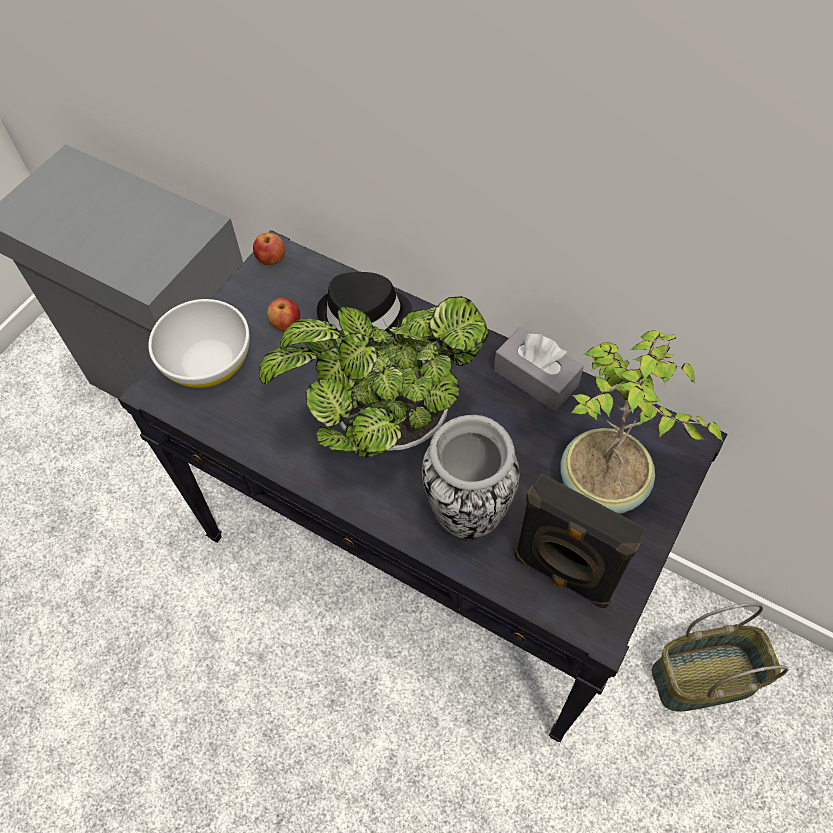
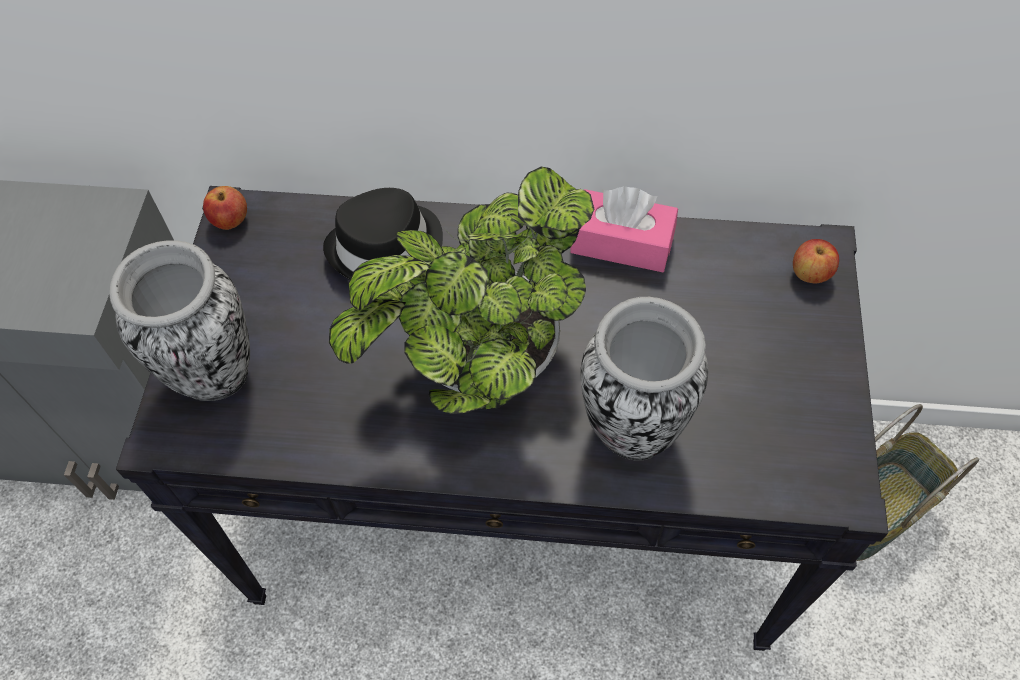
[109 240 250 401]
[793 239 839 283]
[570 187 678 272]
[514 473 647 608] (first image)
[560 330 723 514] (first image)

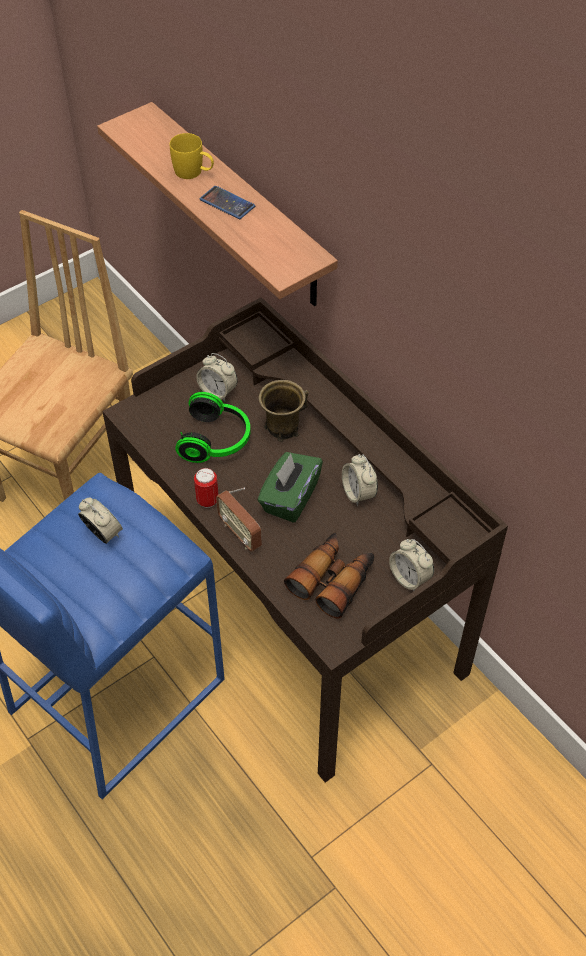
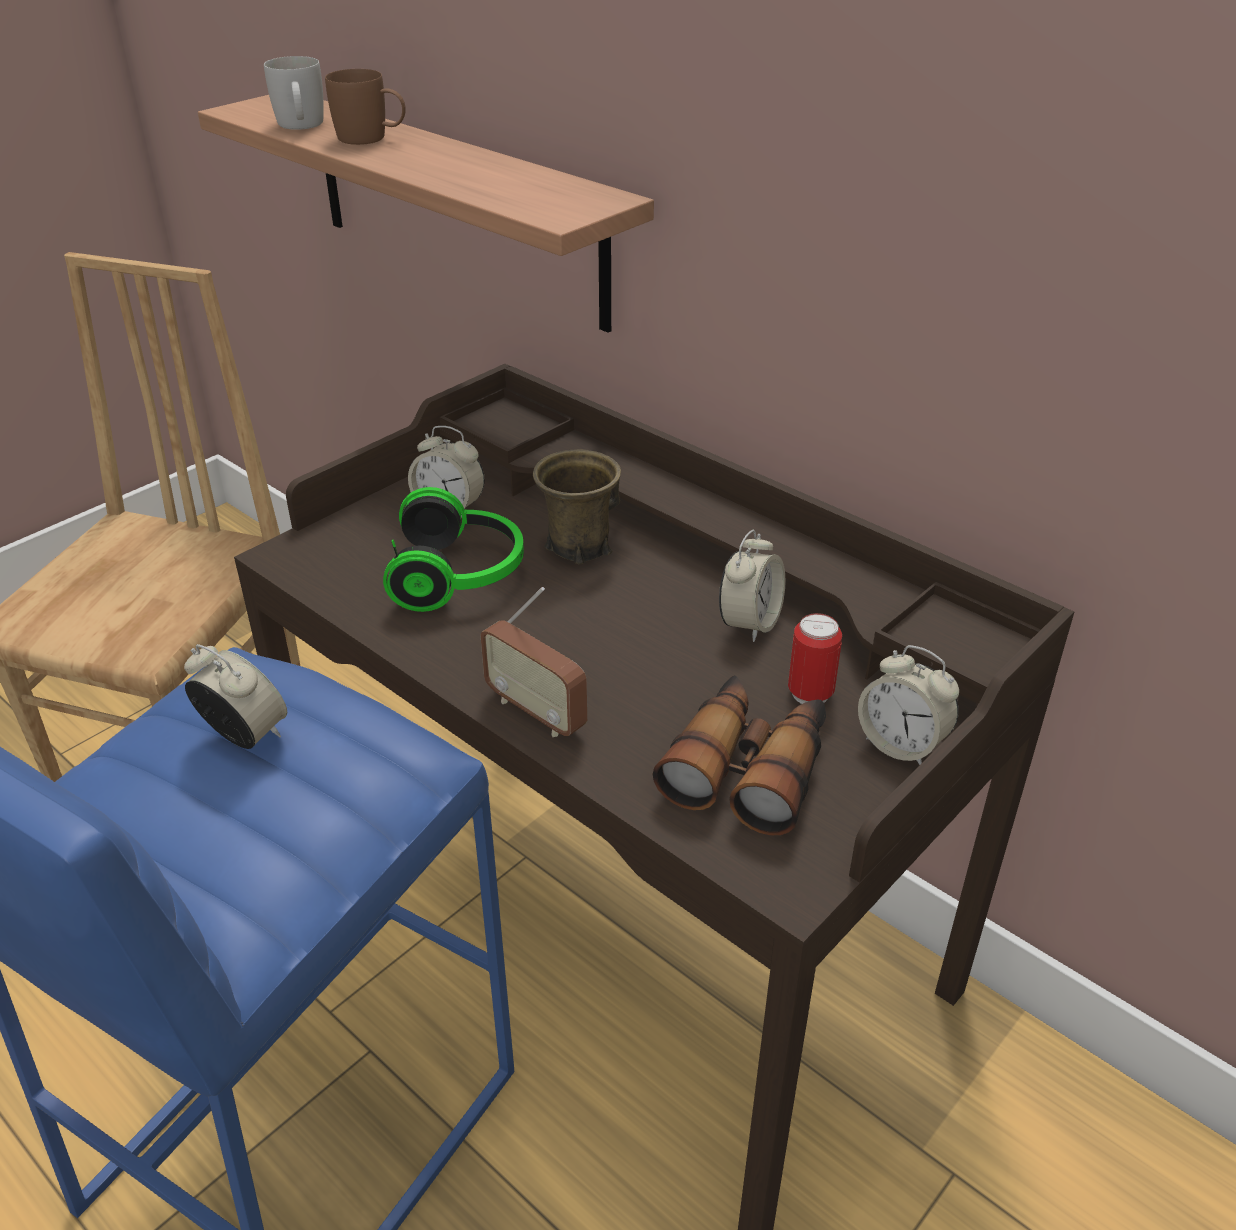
[325 69 406 145]
[788 613 842 704]
[200 186 255 219] (first image)
[257 452 323 523] (first image)
[719 530 785 642]
[264 56 324 130]

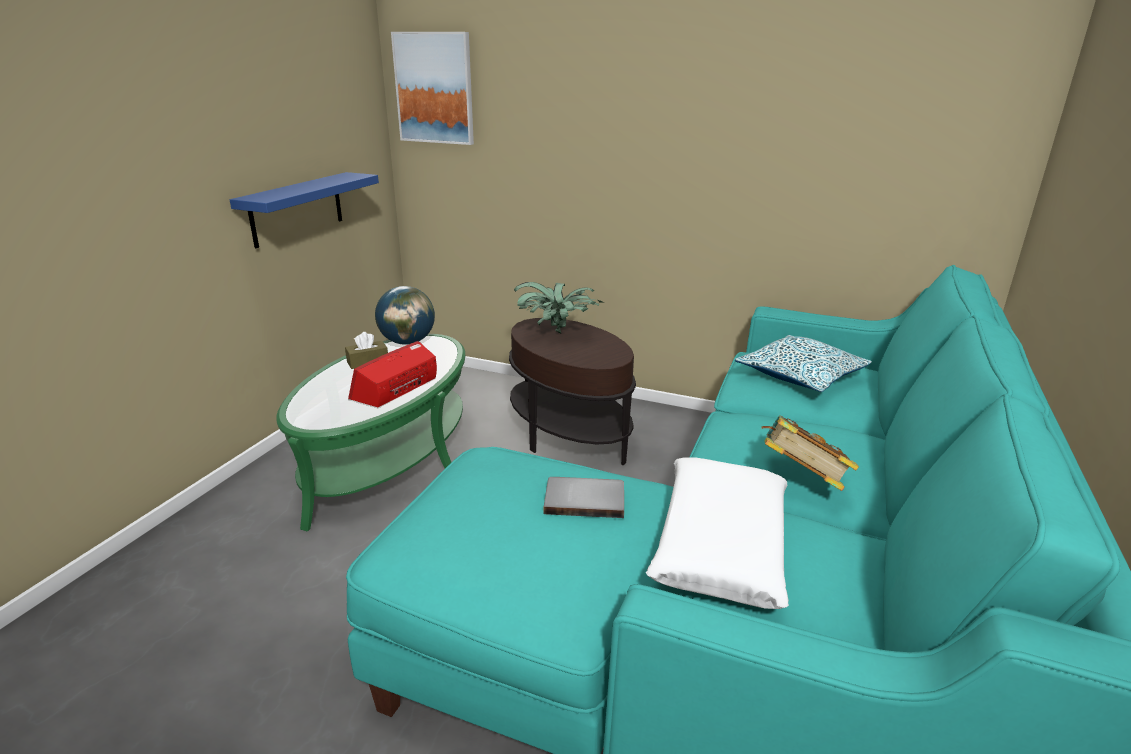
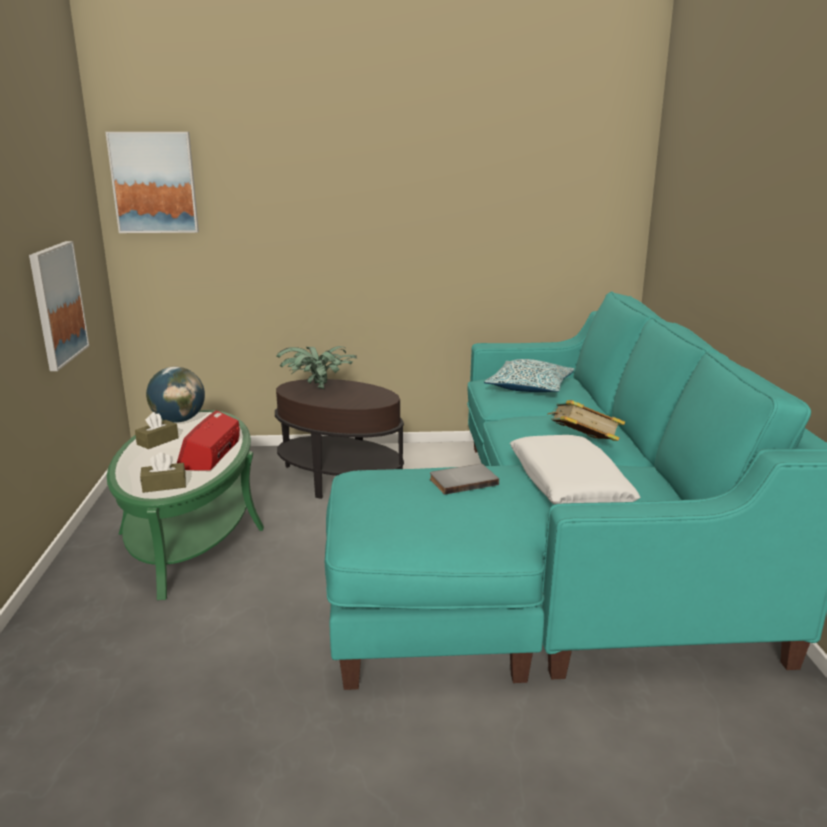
[29 241 89 371]
[140 452 186 493]

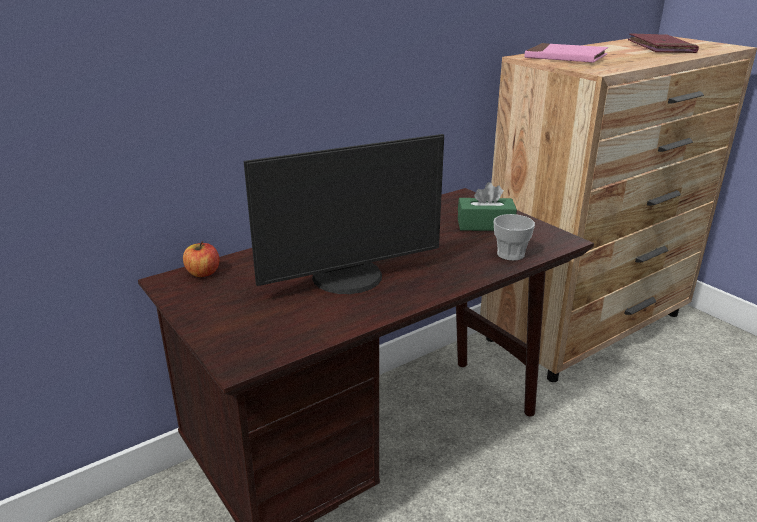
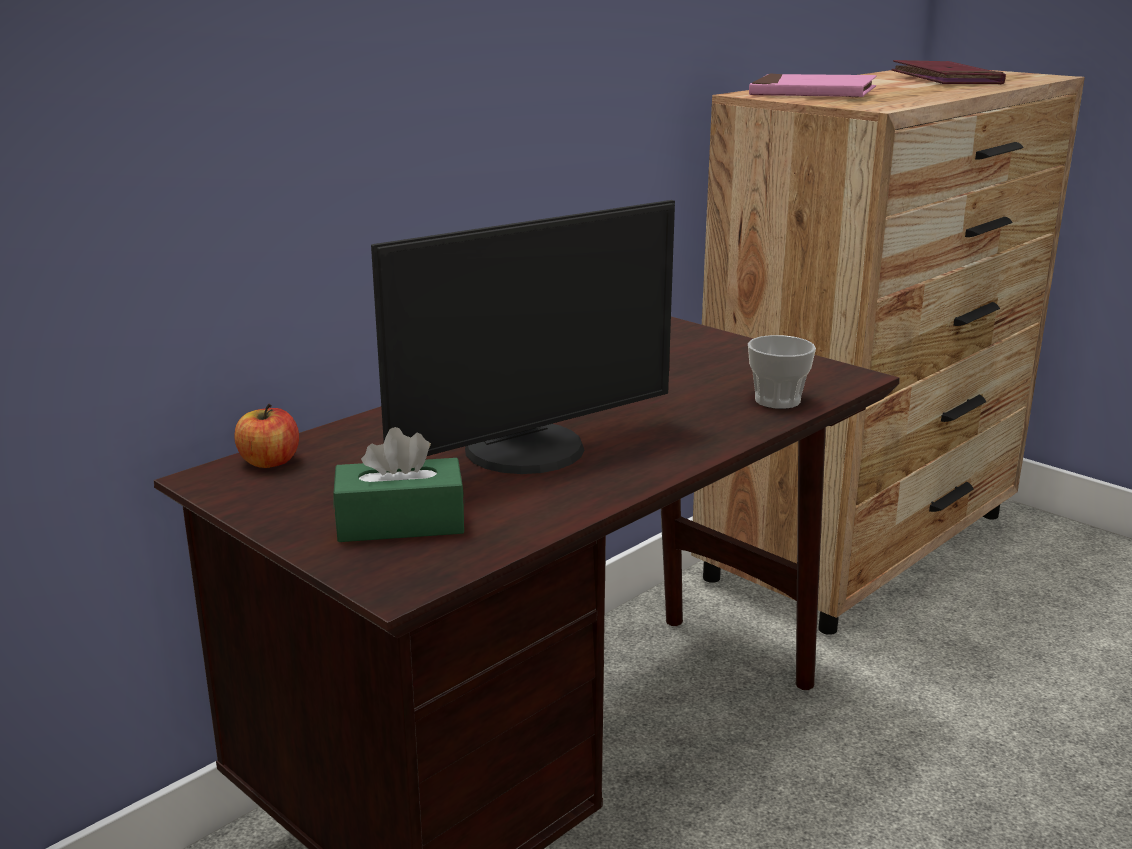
[333 427 465 542]

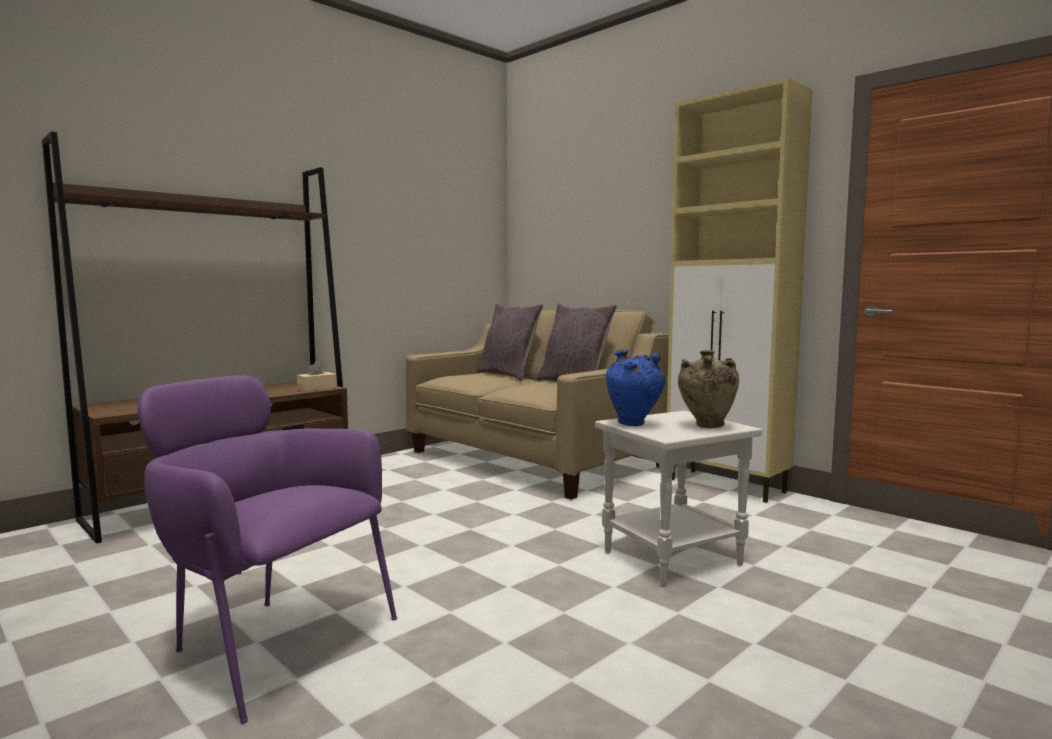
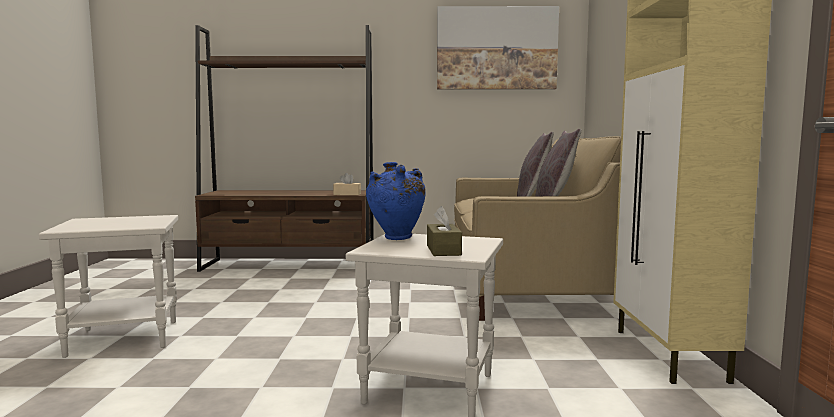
[39 215 178 358]
[427 206 462 256]
[437 6 559 90]

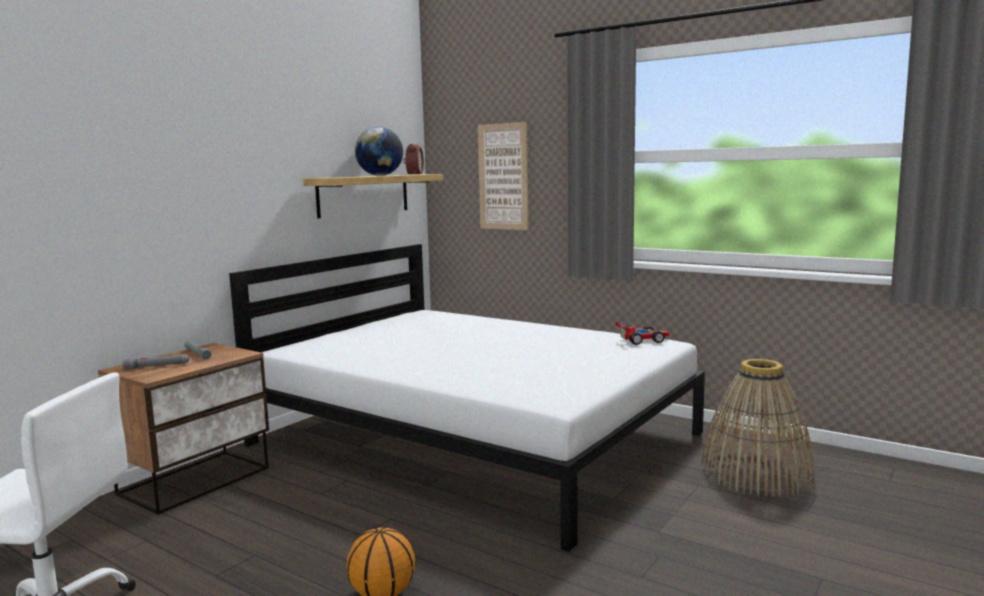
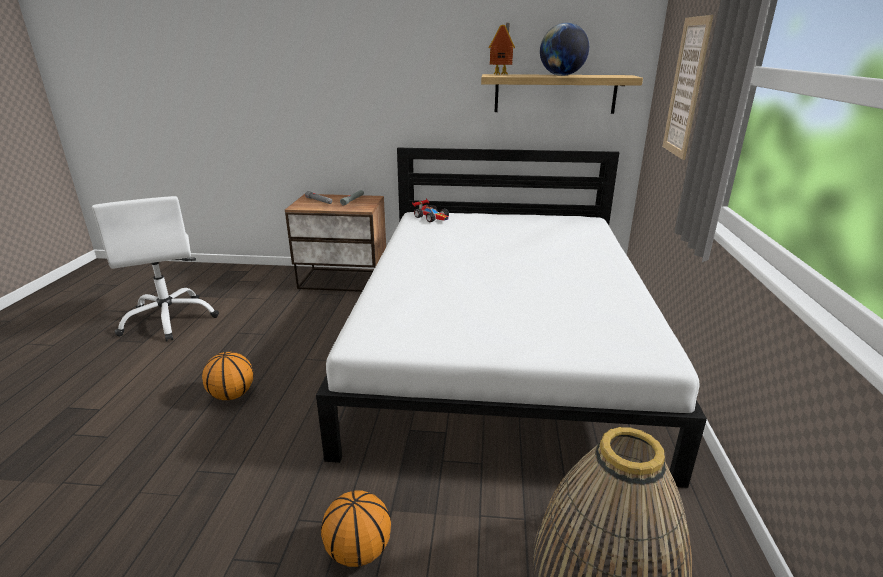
[403 144 424 174] (first image)
[412 198 449 222]
[321 491 391 567]
[489 23 515 75]

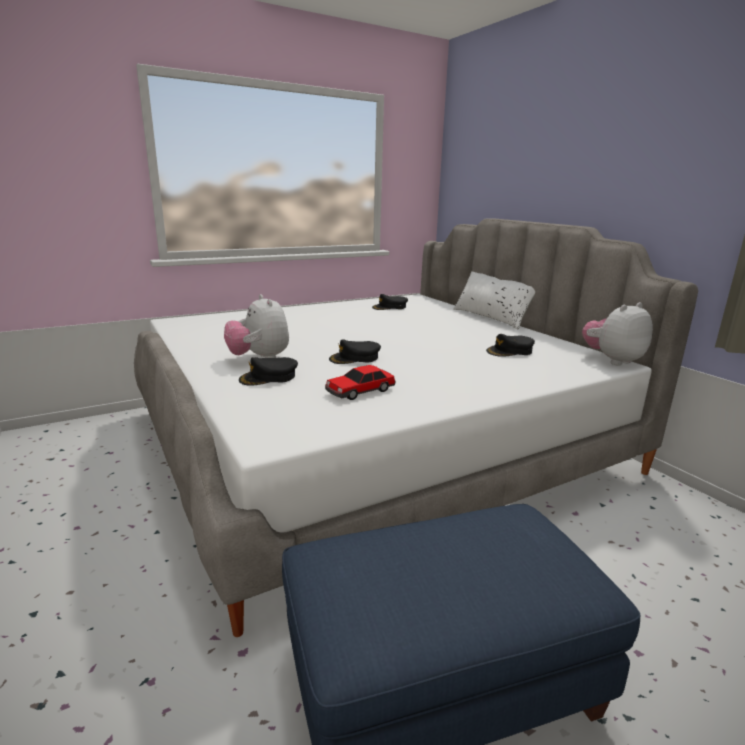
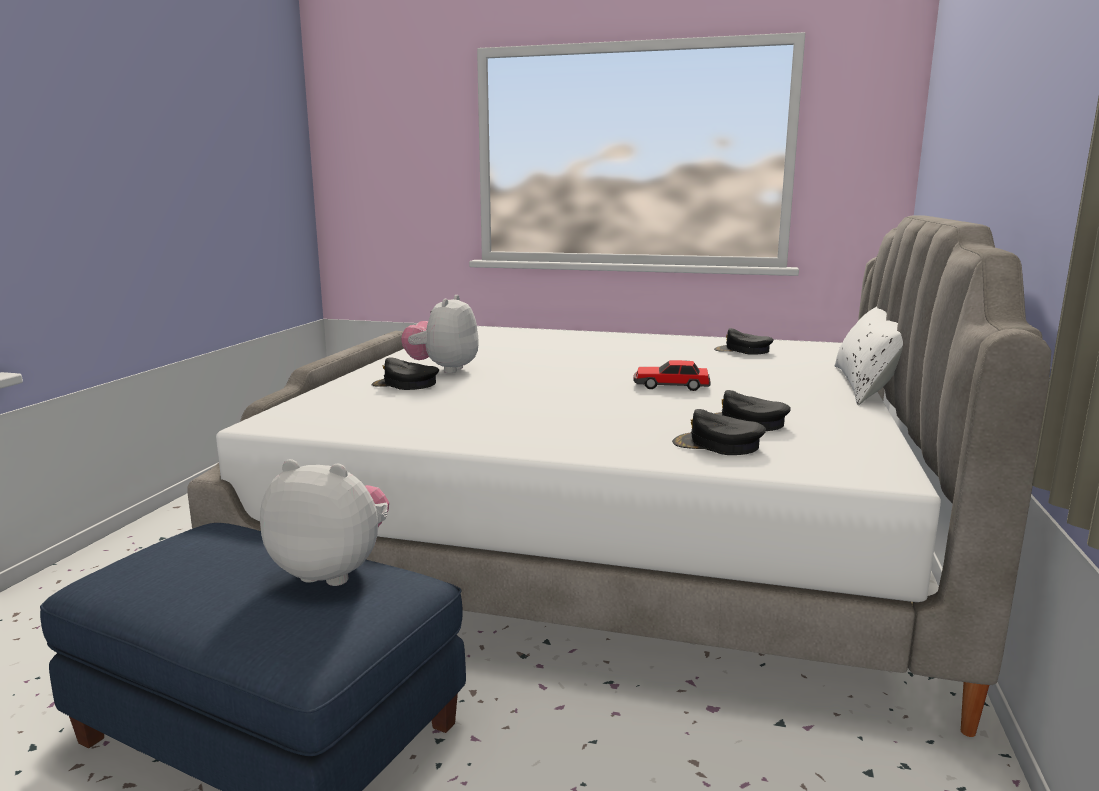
[633 360 711 391]
[672 409 766 455]
[260 459 389 586]

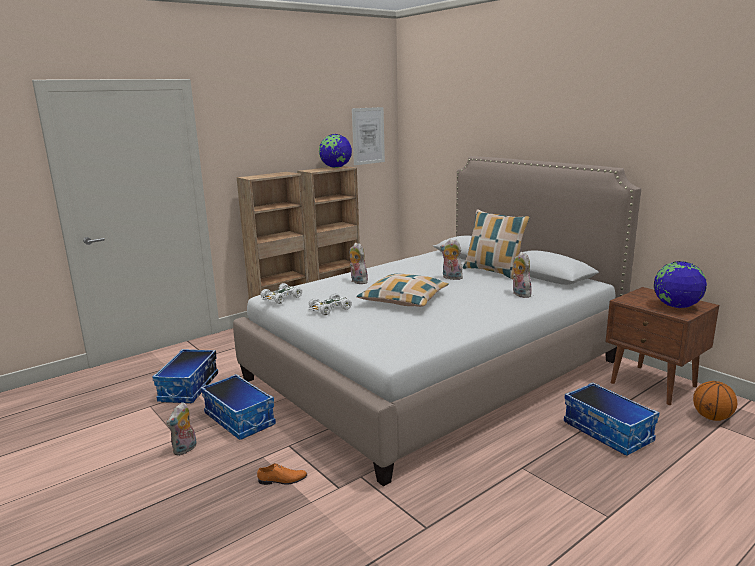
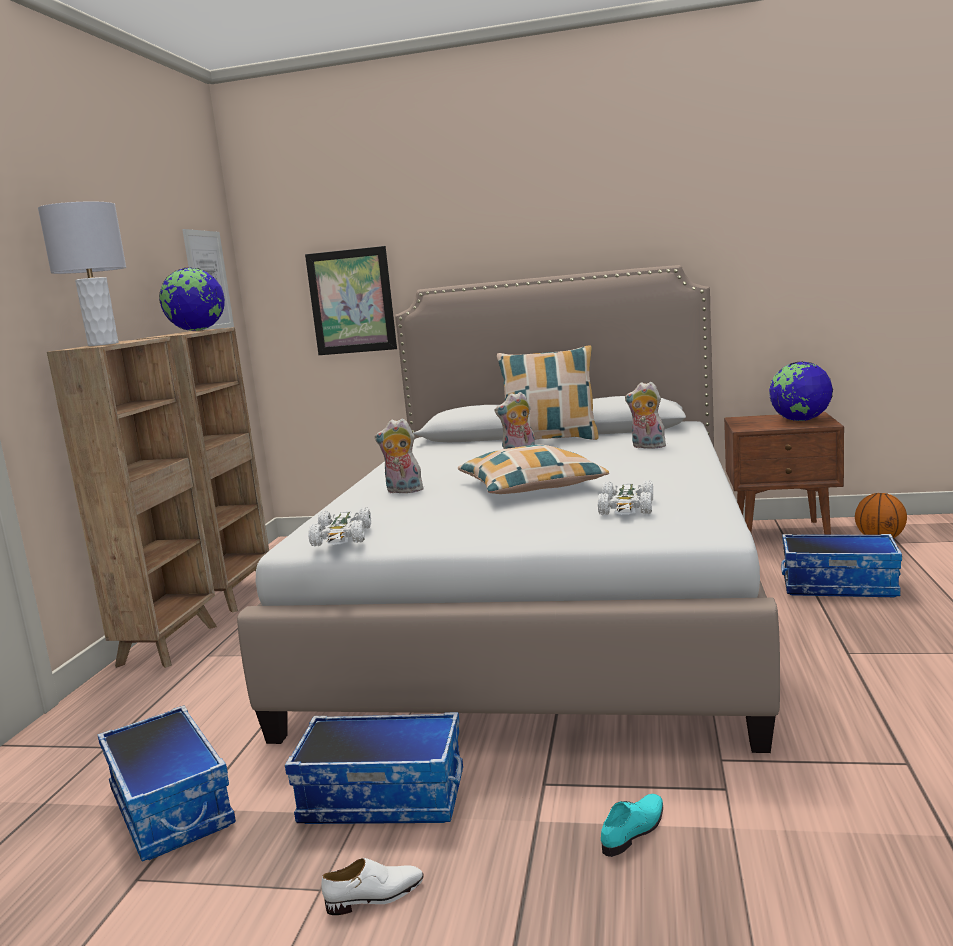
[322 858 424 915]
[601 794 663 857]
[598 480 653 515]
[38 202 127 346]
[305 246 397 355]

